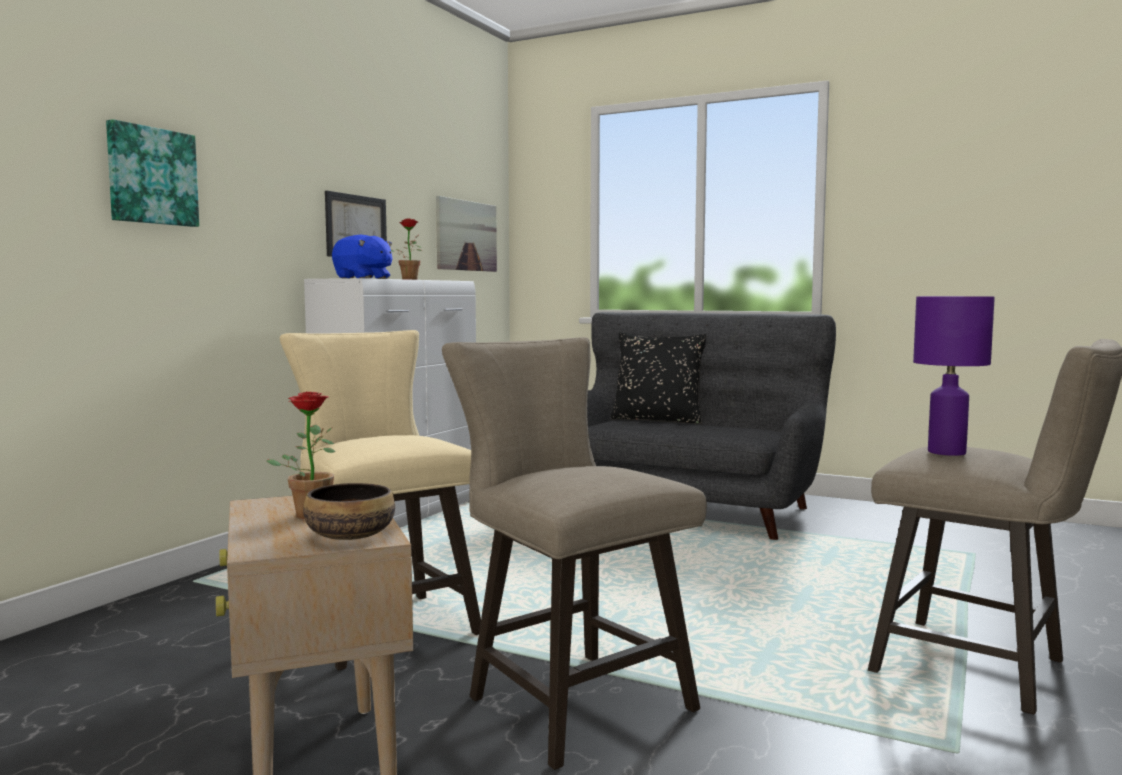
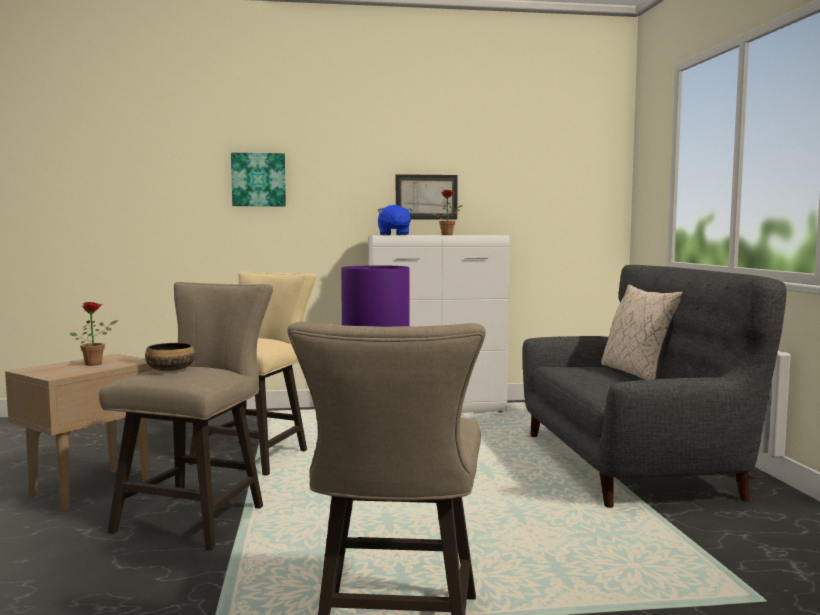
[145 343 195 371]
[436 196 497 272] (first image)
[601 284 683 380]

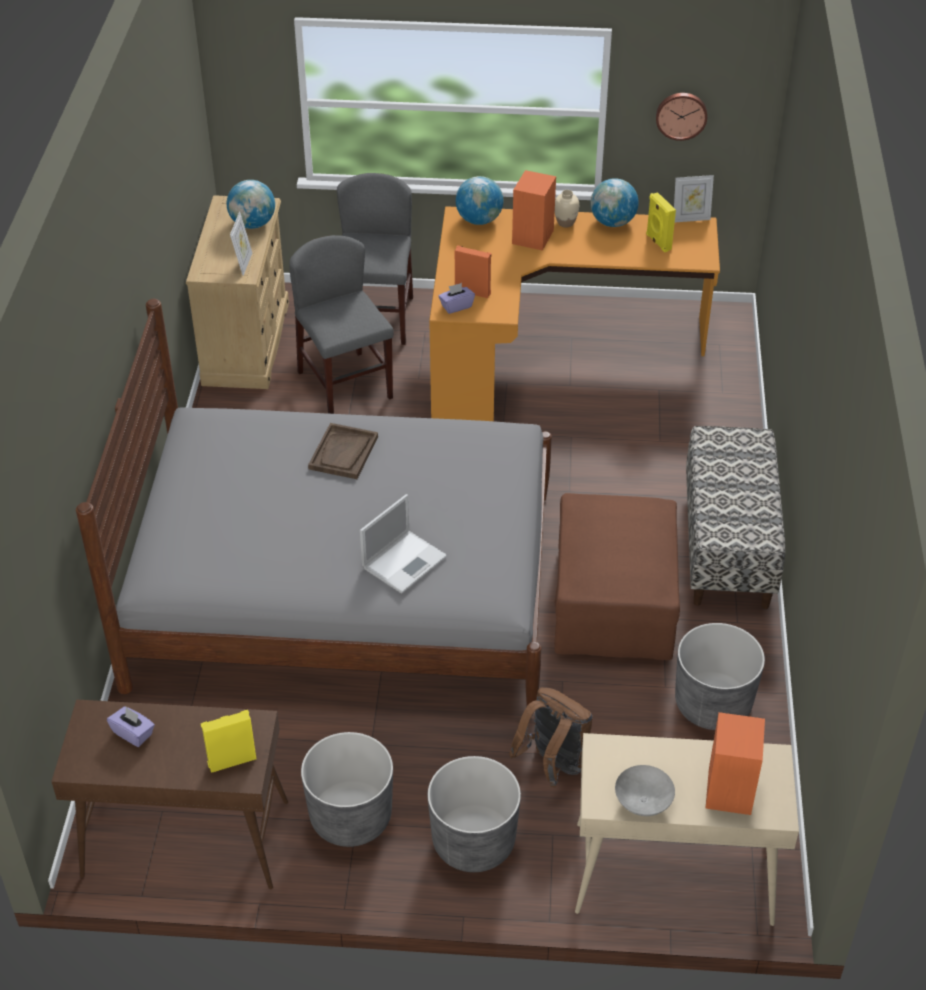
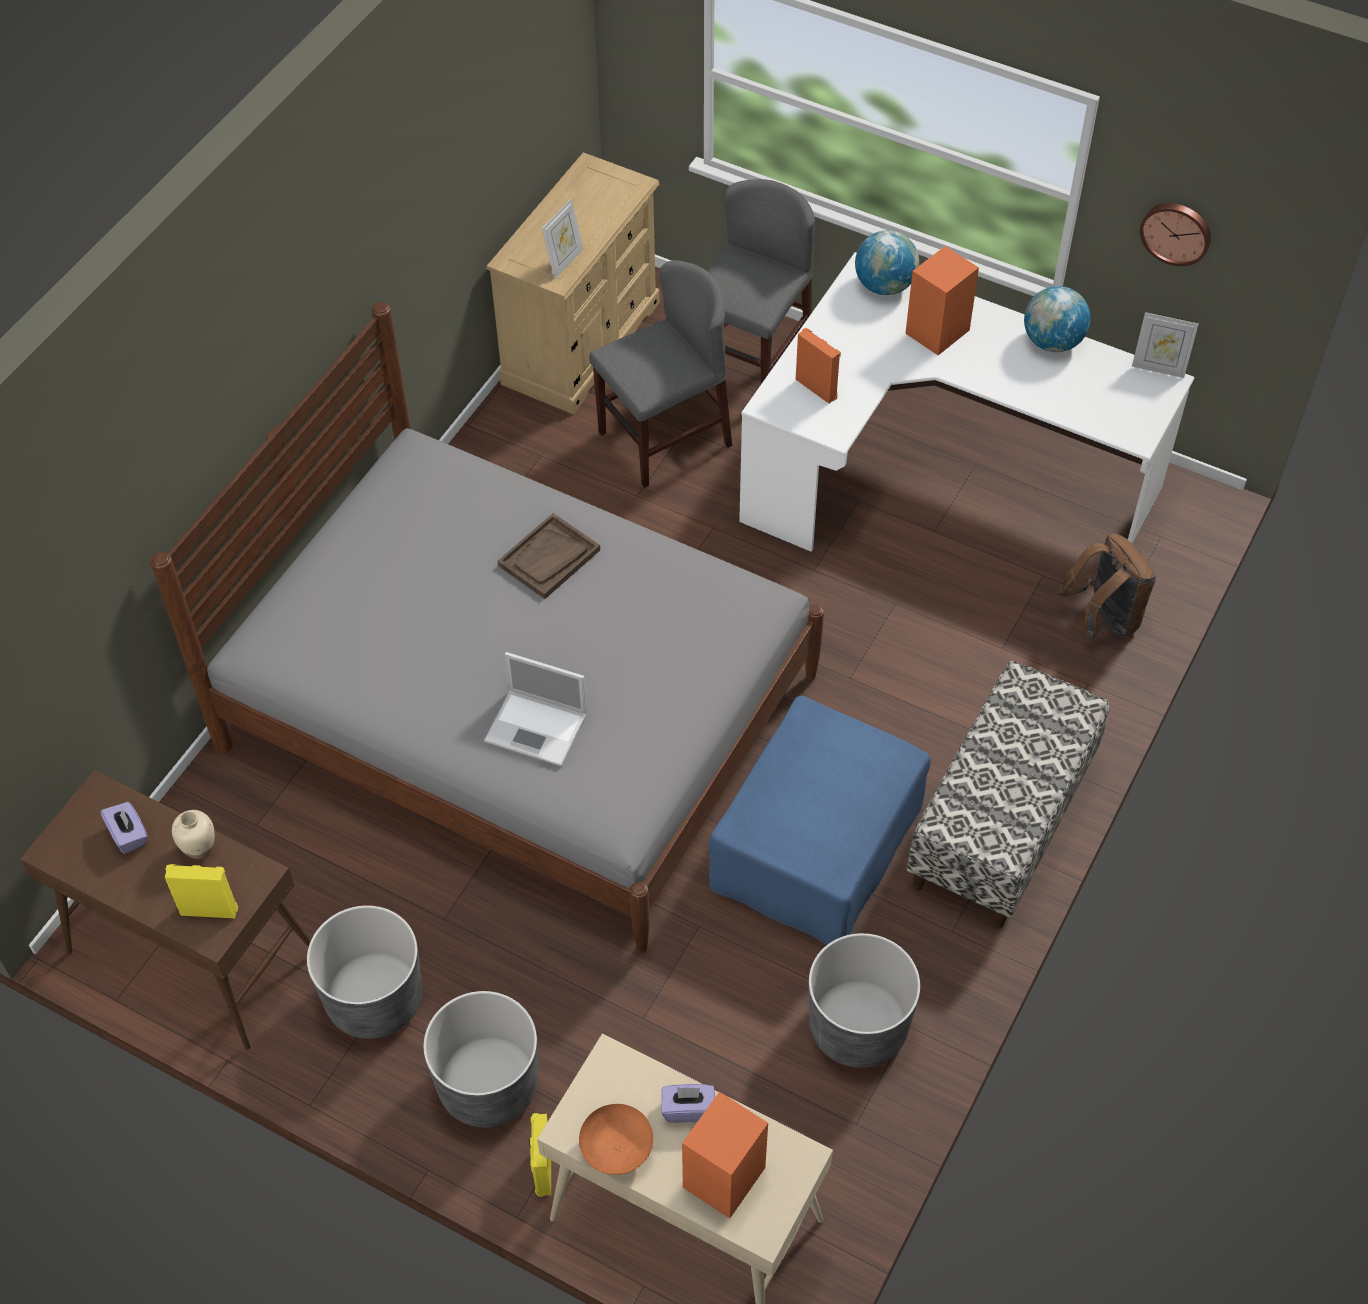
[227 180 275 229] (first image)
[589 260 732 488]
[484 652 587 766]
[739 252 1194 552]
[662 1084 715 1123]
[1058 533 1156 639]
[708 696 931 945]
[172 810 215 859]
[579 1104 653 1175]
[529 1113 551 1197]

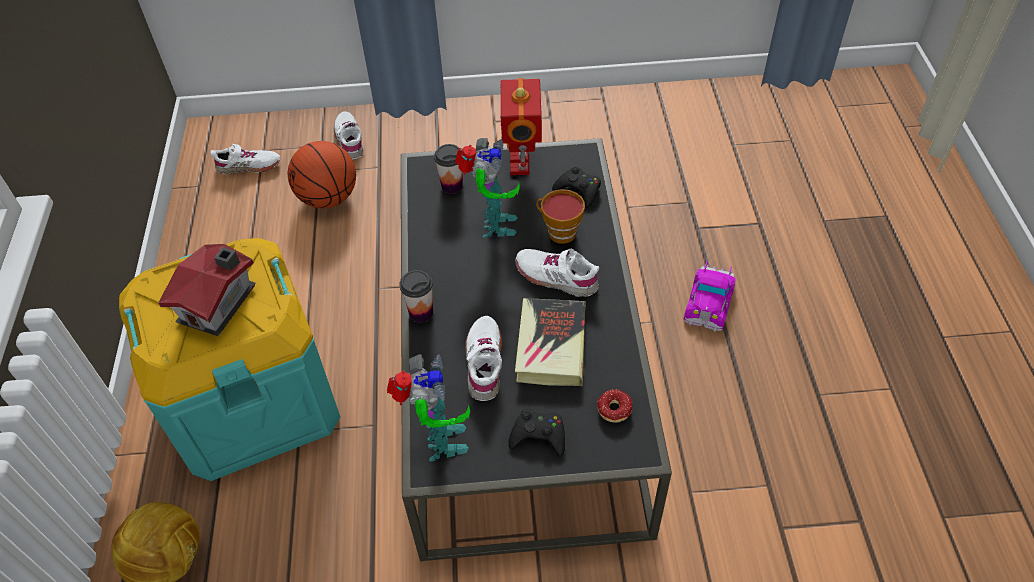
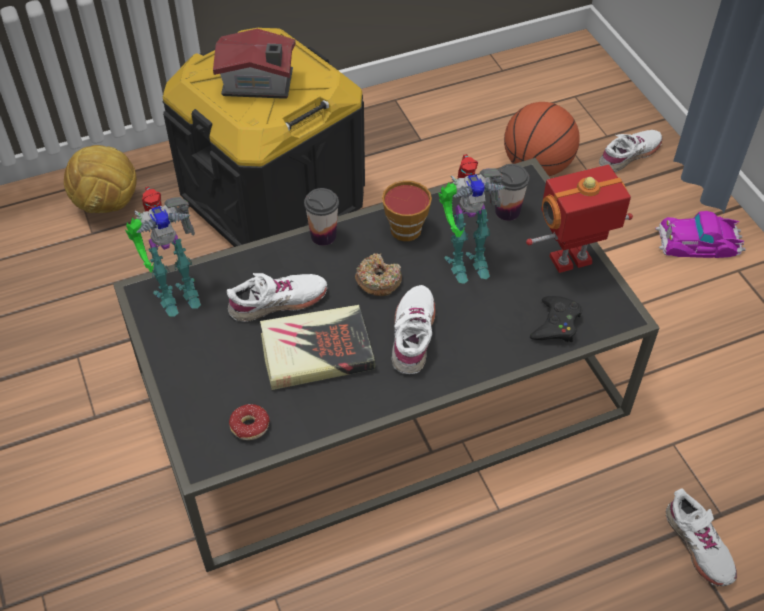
[163 28 365 247]
[666 488 737 586]
[508 409 565 457] (first image)
[382 181 432 241]
[655 211 746 258]
[355 253 402 296]

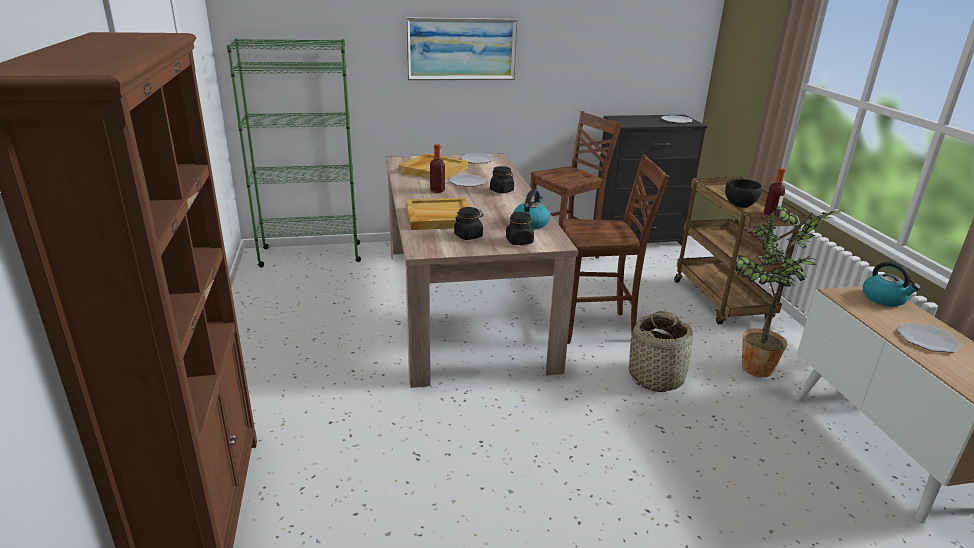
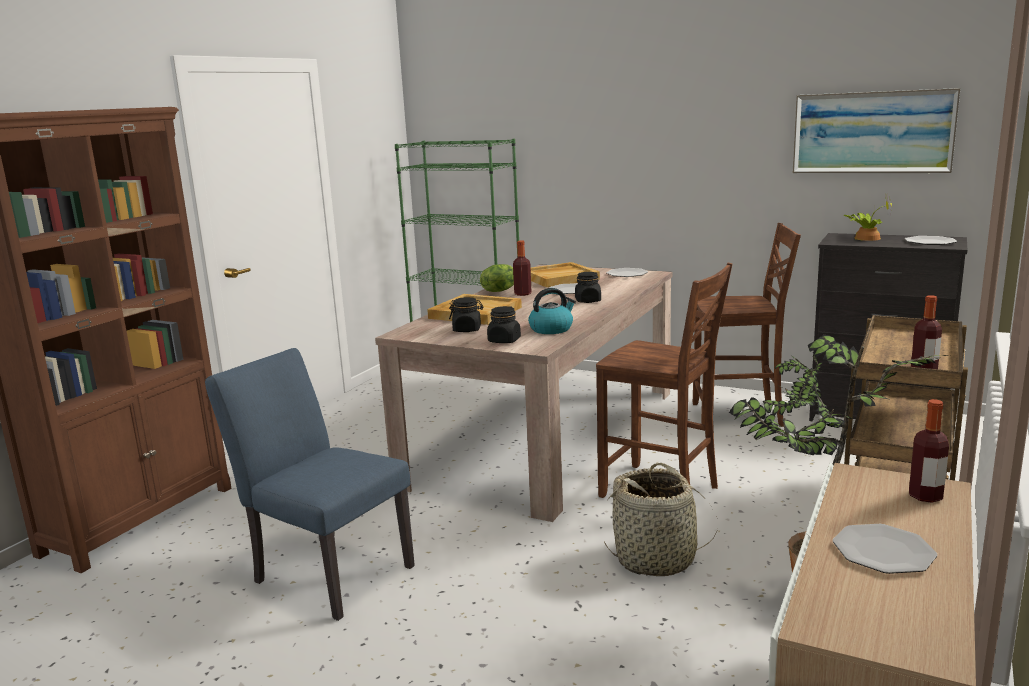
[792 88 961 173]
[725 179 762 208] (first image)
[909 399 949 503]
[205 348 415 621]
[480 264 514 292]
[844 192 892 241]

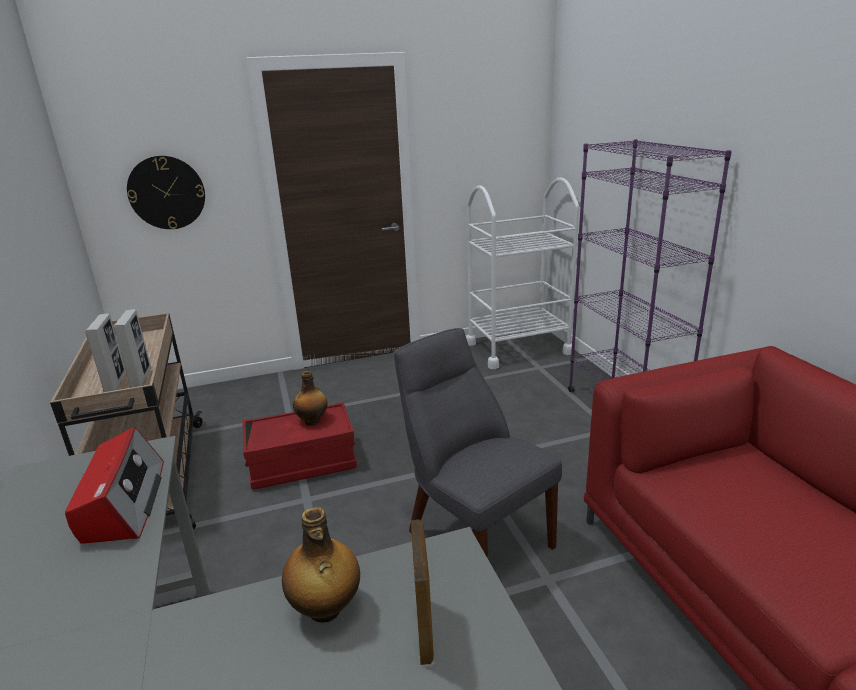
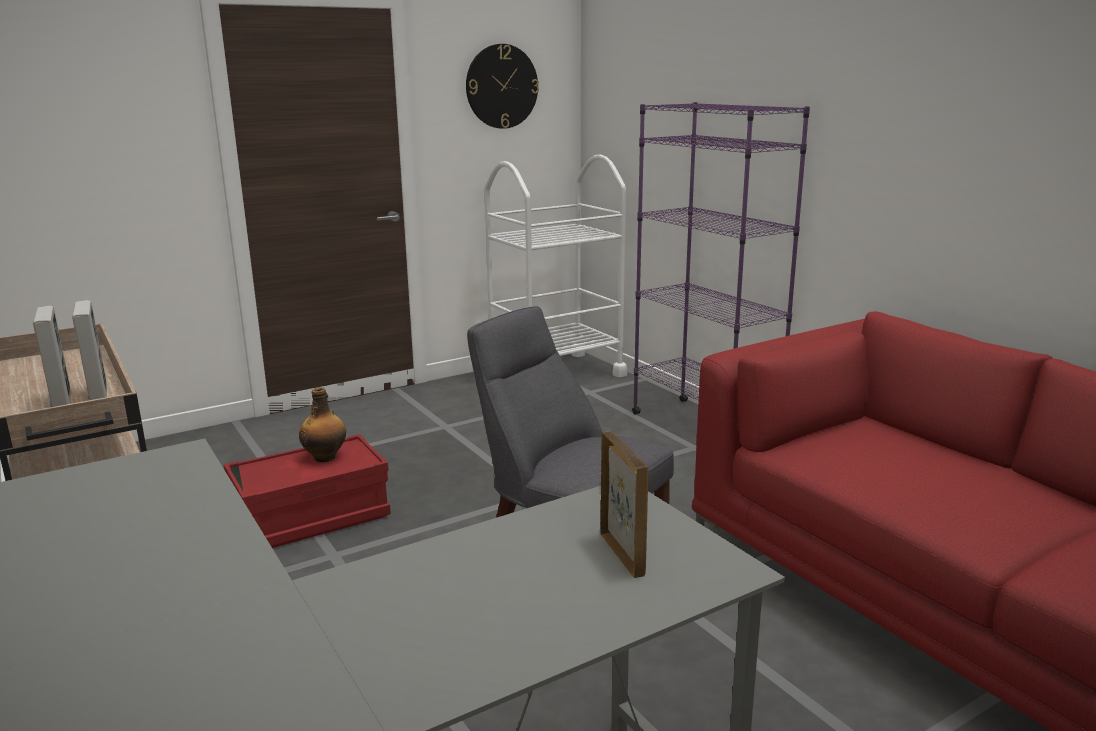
[65 427 164 544] (first image)
[466 44 539 129]
[282 507 360 623] (first image)

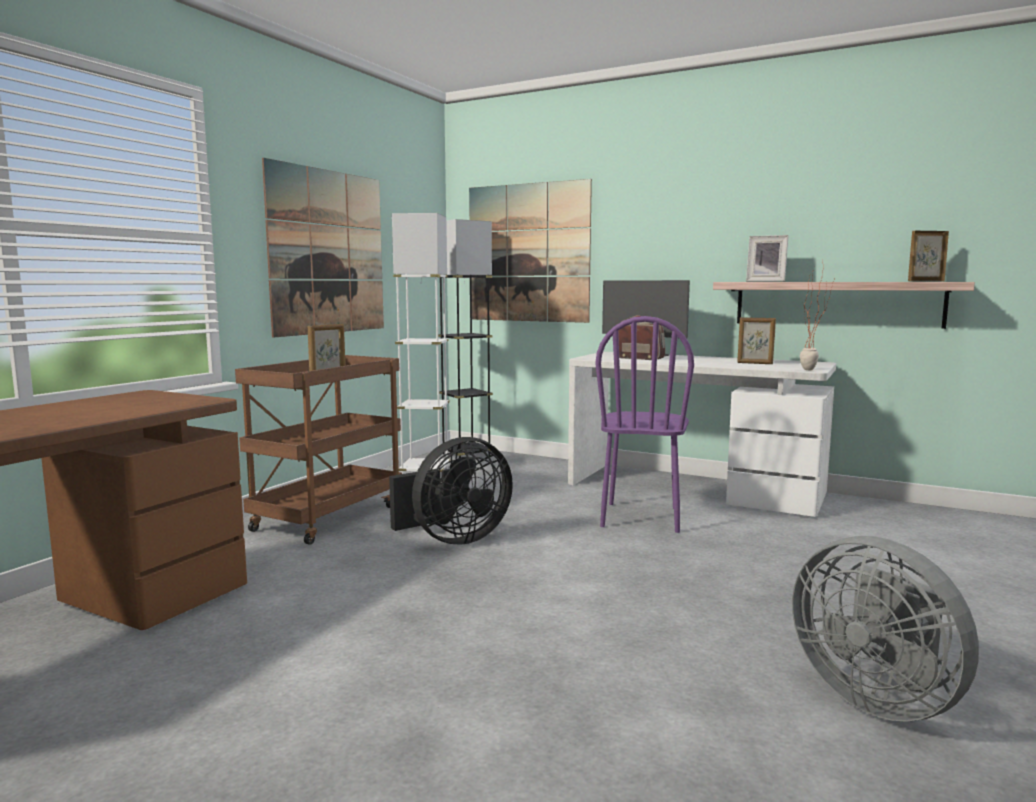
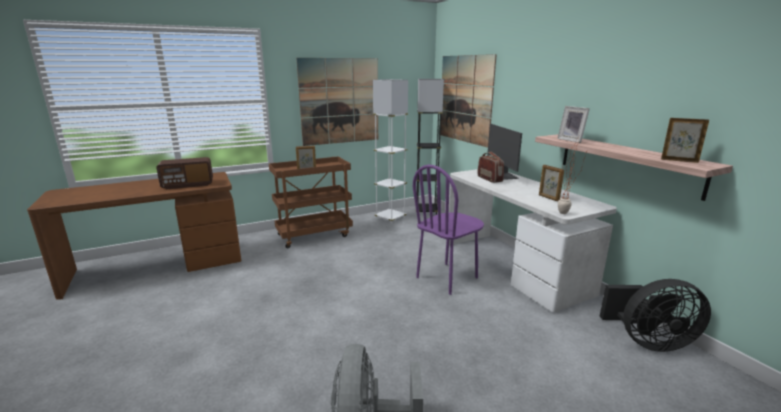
[600 279 711 352]
[157 157 213 189]

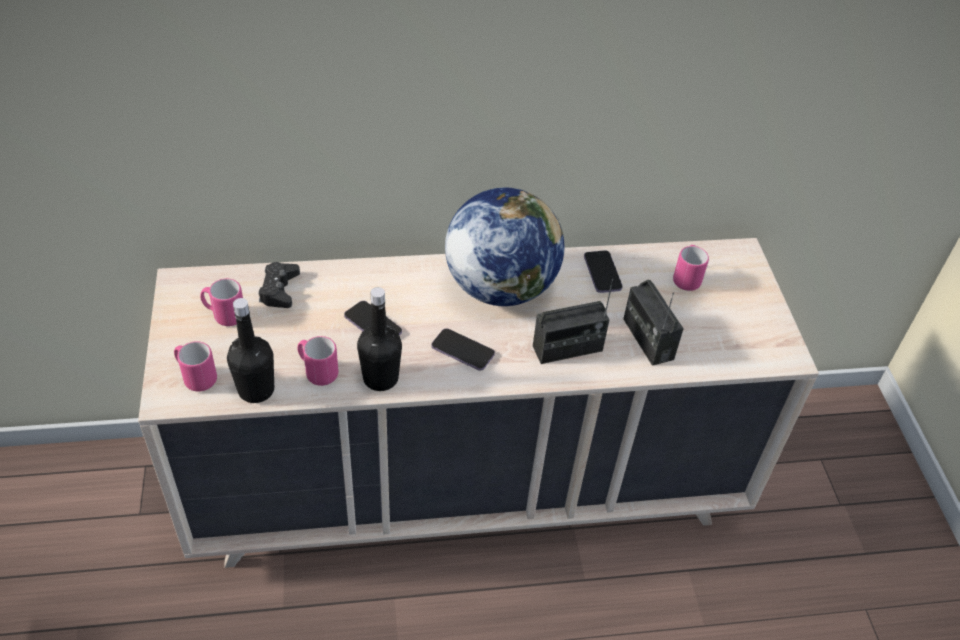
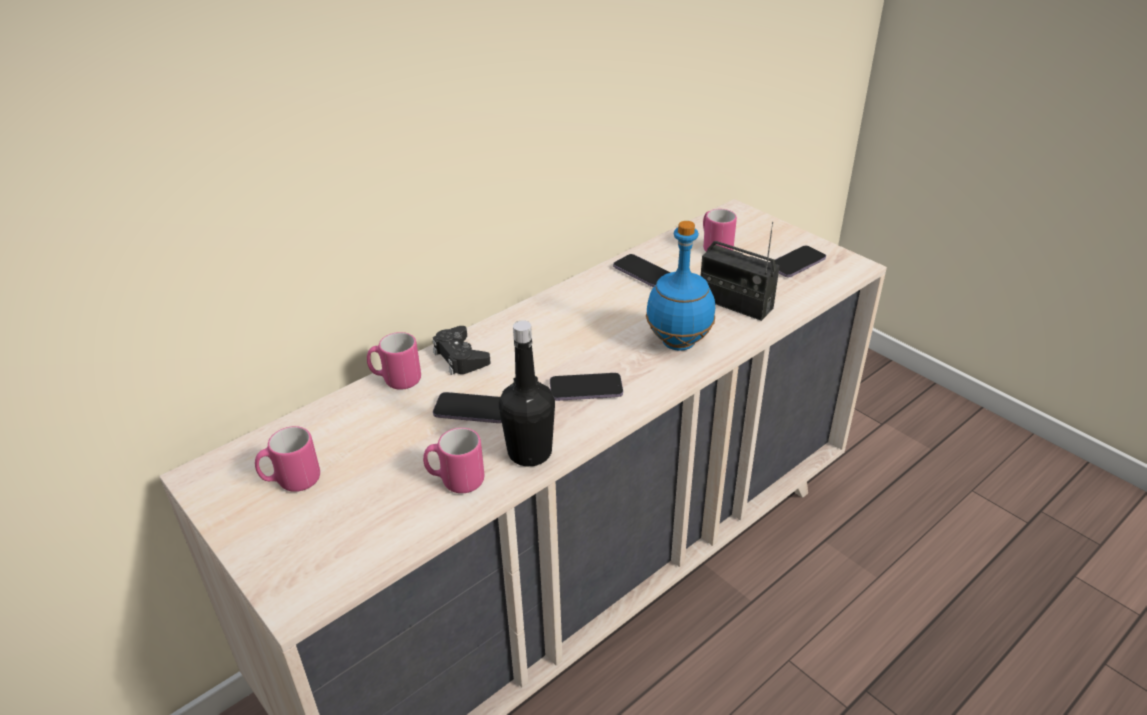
[367 332 421 390]
[227 298 274 403] (first image)
[433 326 491 375]
[445 188 565 306] (first image)
[646 221 715 351]
[775 246 826 277]

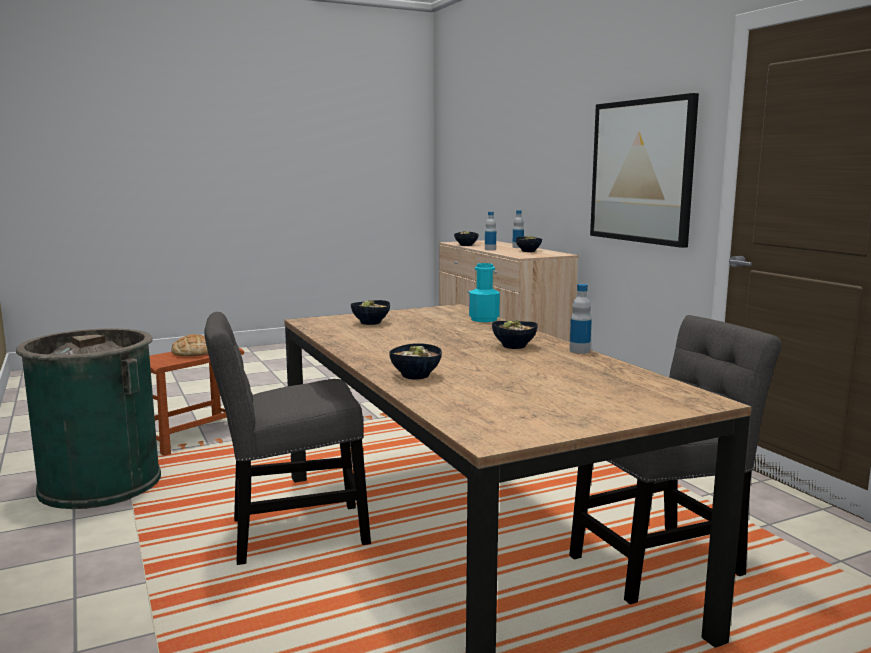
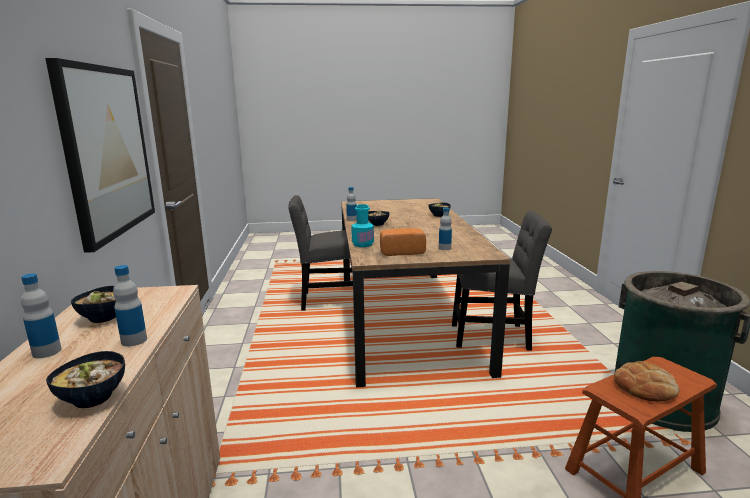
[439 207 452 250]
[380 228 426 256]

